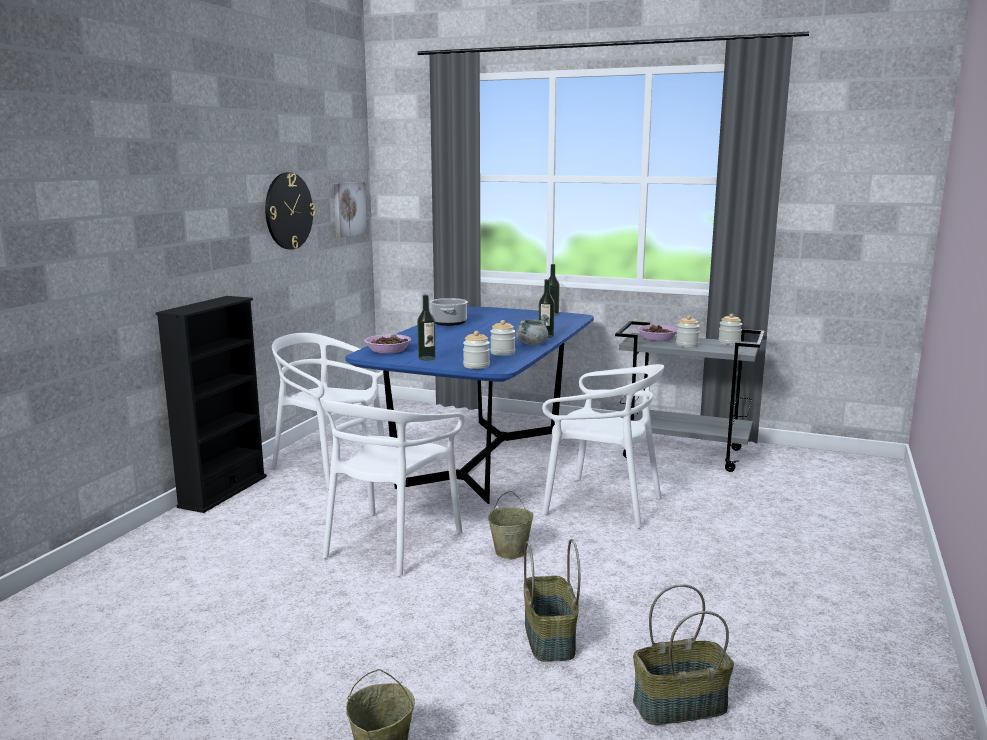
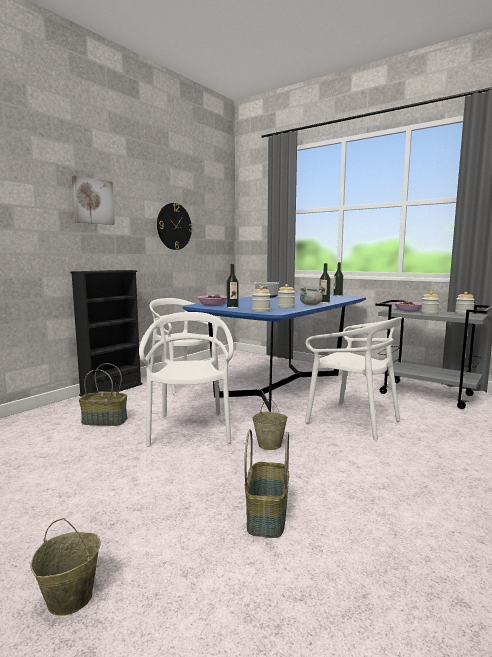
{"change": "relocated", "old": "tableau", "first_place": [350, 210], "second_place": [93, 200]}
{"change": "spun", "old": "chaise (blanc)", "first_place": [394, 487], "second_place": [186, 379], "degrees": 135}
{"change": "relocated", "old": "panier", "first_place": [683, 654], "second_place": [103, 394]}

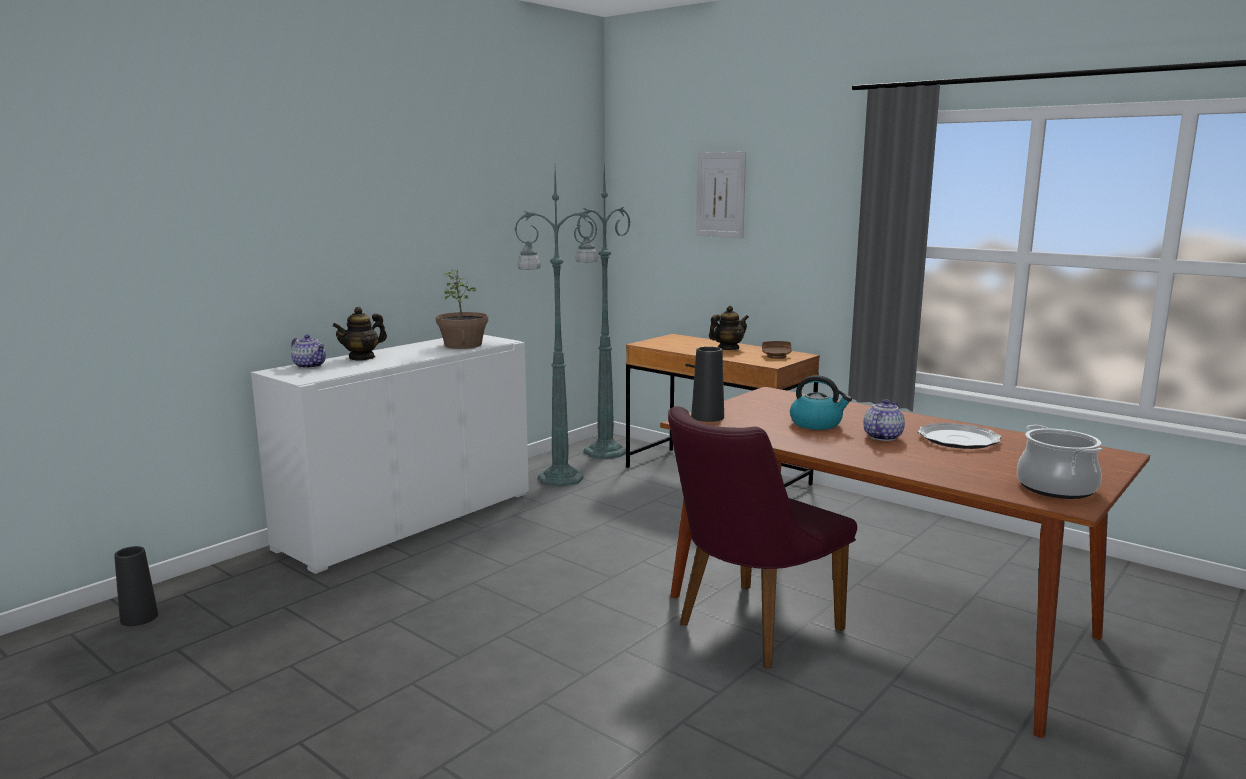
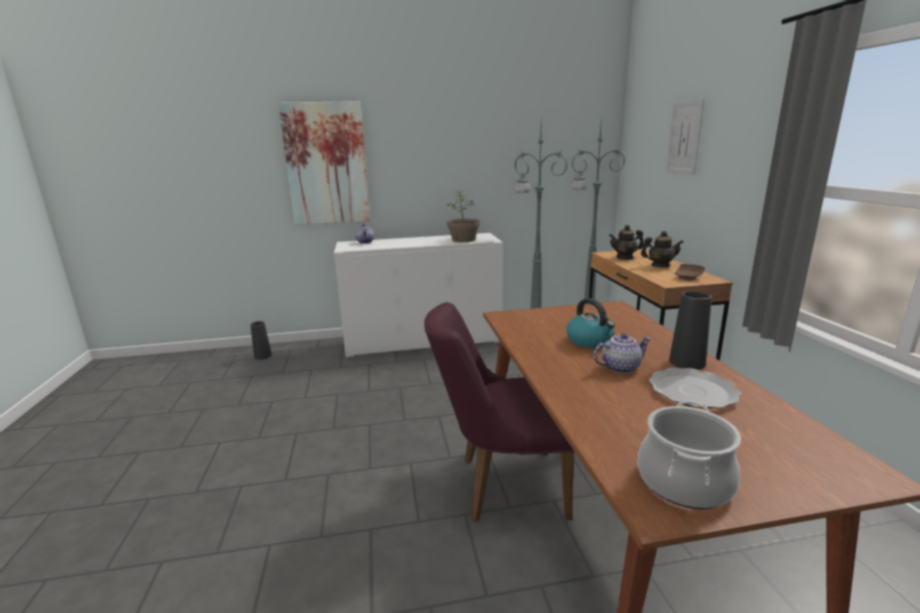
{"change": "relocated", "old": "théière", "first_place": [359, 334], "second_place": [626, 242]}
{"change": "relocated", "old": "vase (noir)", "first_place": [707, 384], "second_place": [690, 330]}
{"change": "appeared", "new": "tableau", "second_place": [324, 163]}

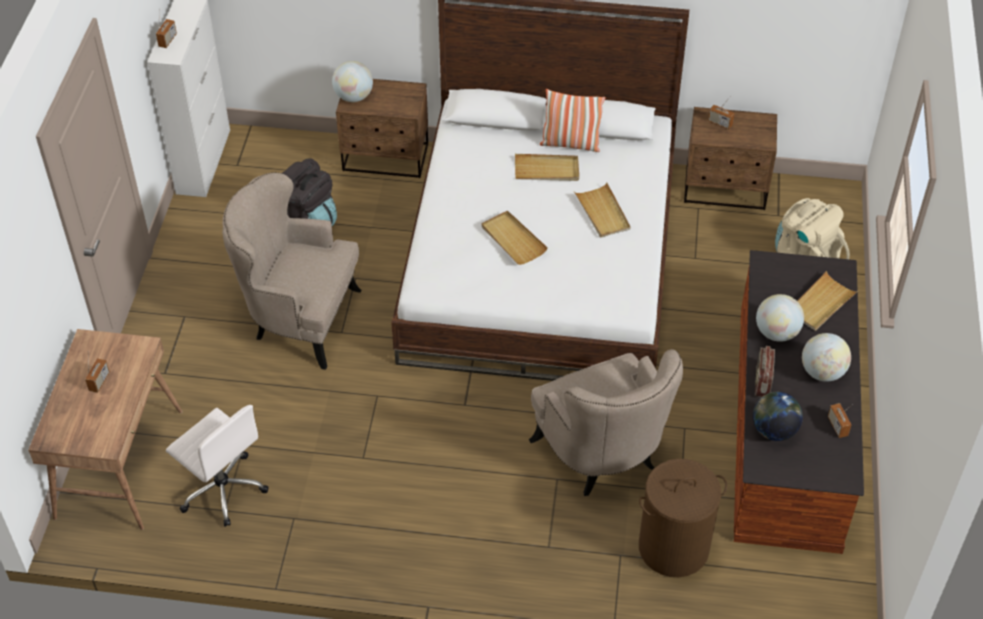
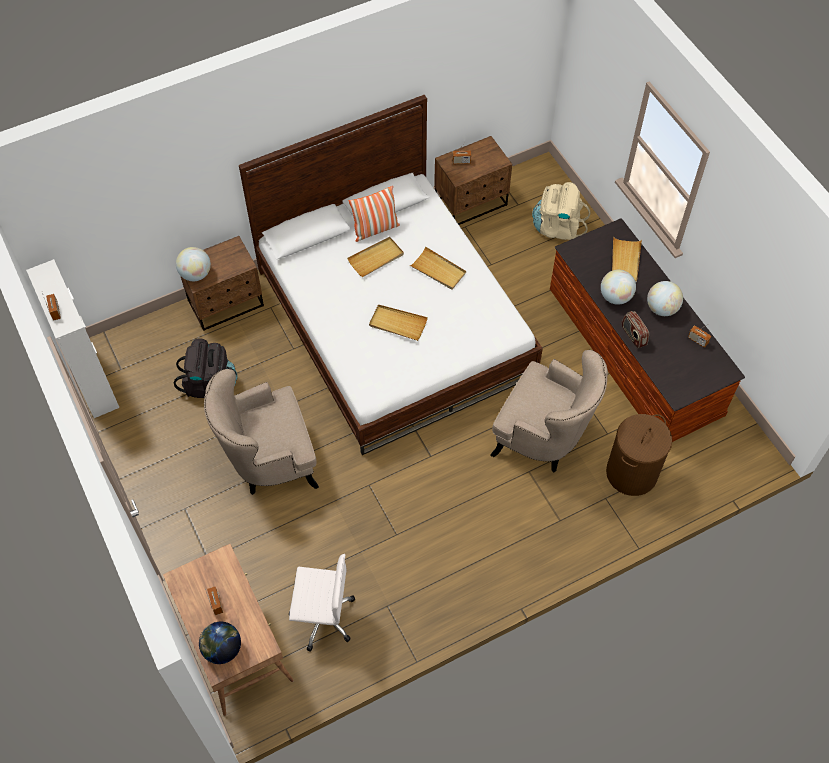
{"change": "relocated", "old": "globe", "first_place": [778, 416], "second_place": [220, 643]}

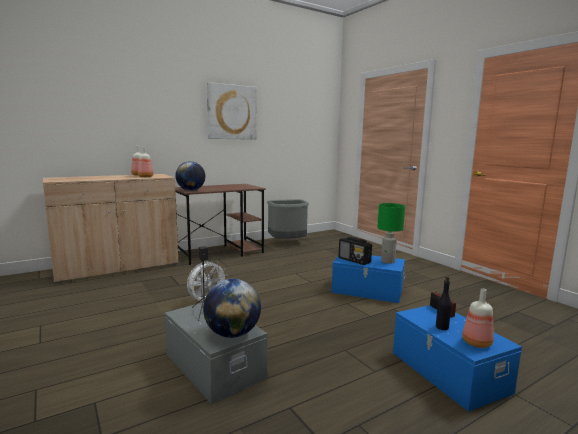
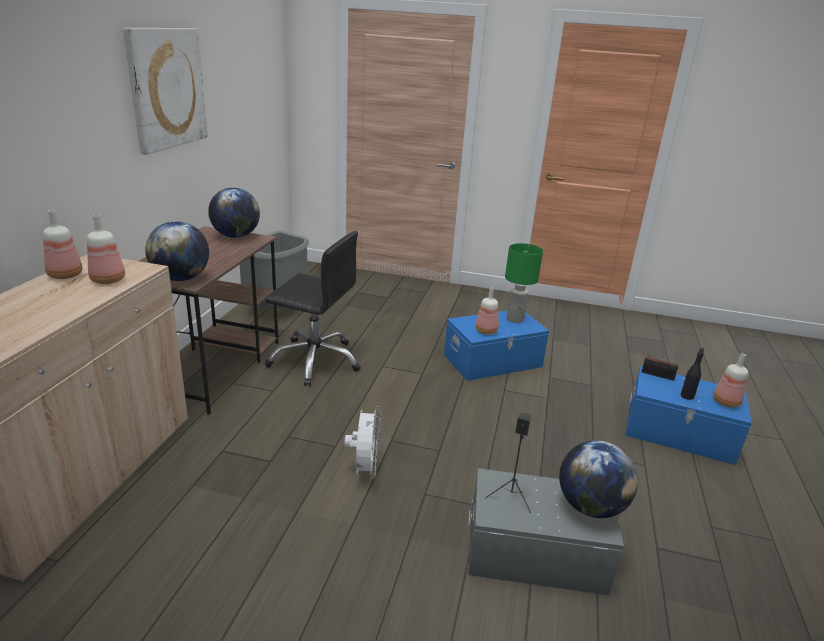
{"change": "exchanged", "old": "radio", "new": "bouteille", "first_place": [355, 251], "second_place": [487, 310]}
{"change": "appeared", "new": "globe", "second_place": [234, 212]}
{"change": "appeared", "new": "chaise de bureau (noir)", "second_place": [313, 308]}

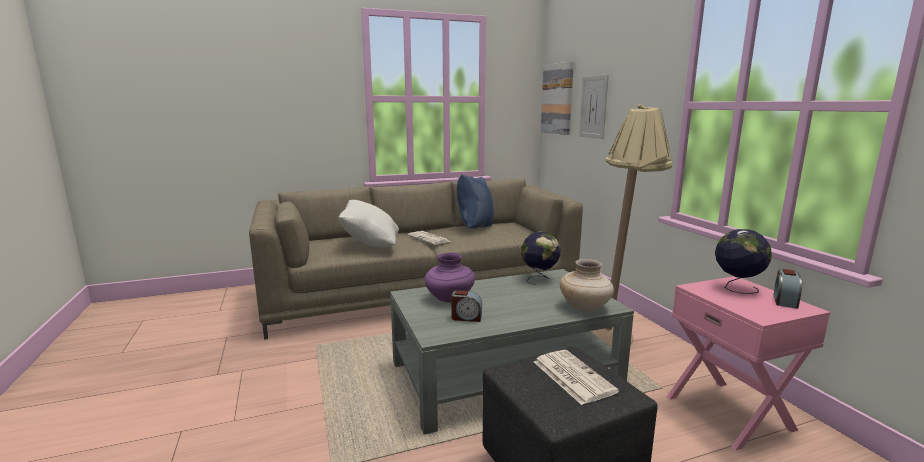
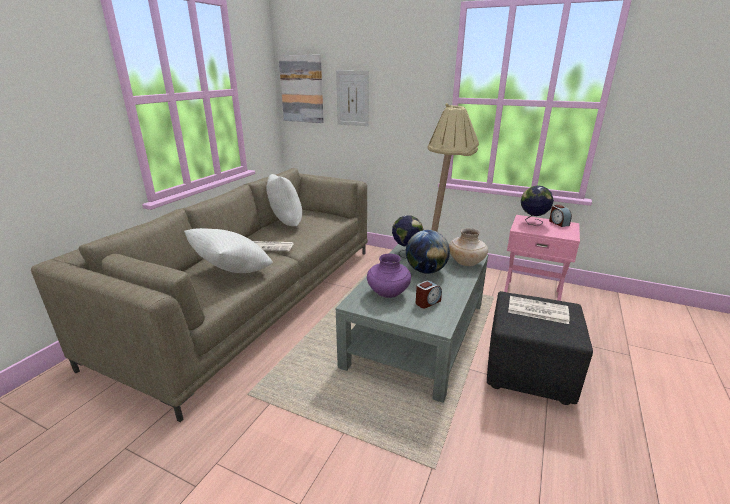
{"change": "colour", "old": "coussin (bleu)", "new": "coussin (blanc)", "first_place": [475, 201], "second_place": [284, 200]}
{"change": "appeared", "new": "globe", "second_place": [428, 252]}

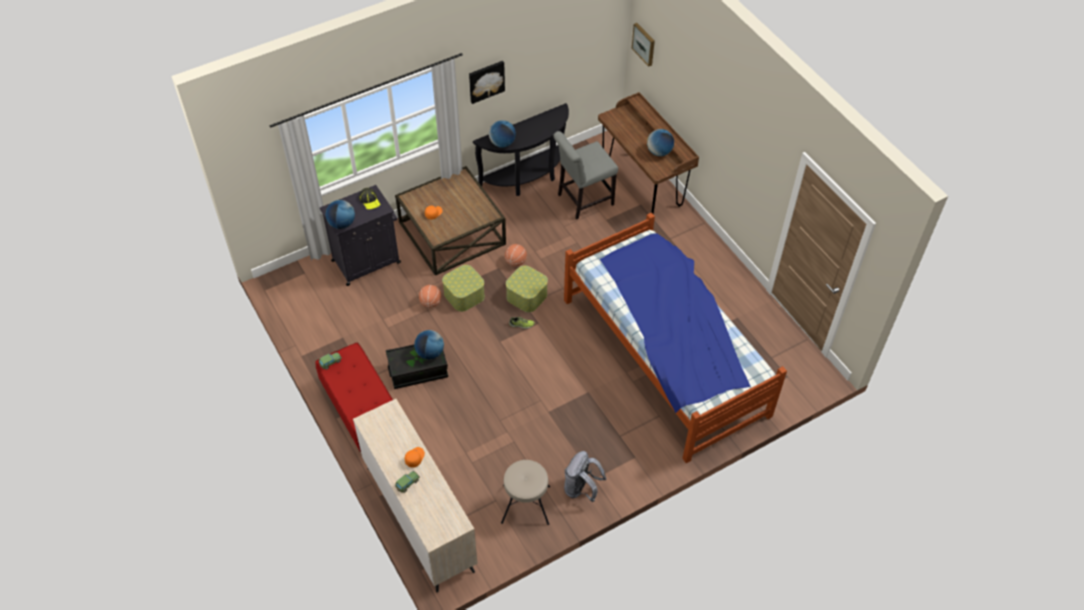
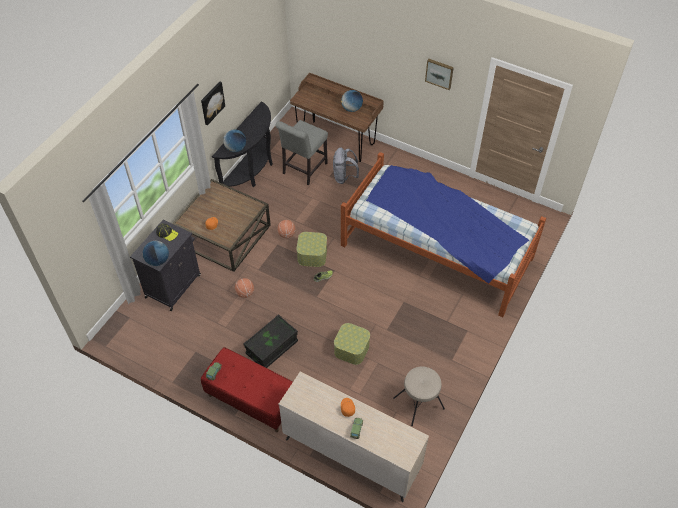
{"change": "relocated", "old": "tableau", "first_place": [643, 44], "second_place": [439, 74]}
{"change": "relocated", "old": "boîte de rangement", "first_place": [463, 288], "second_place": [352, 344]}
{"change": "missing", "old": "globe", "first_place": [429, 345]}
{"change": "relocated", "old": "sac à dos (gris)", "first_place": [585, 476], "second_place": [346, 165]}

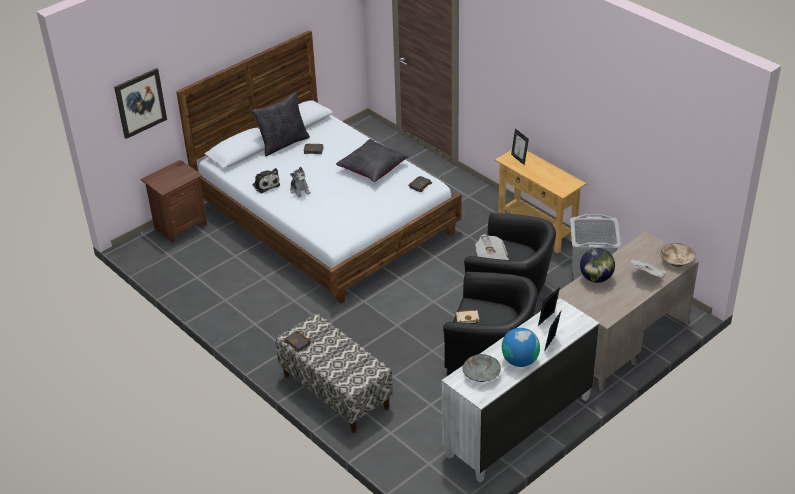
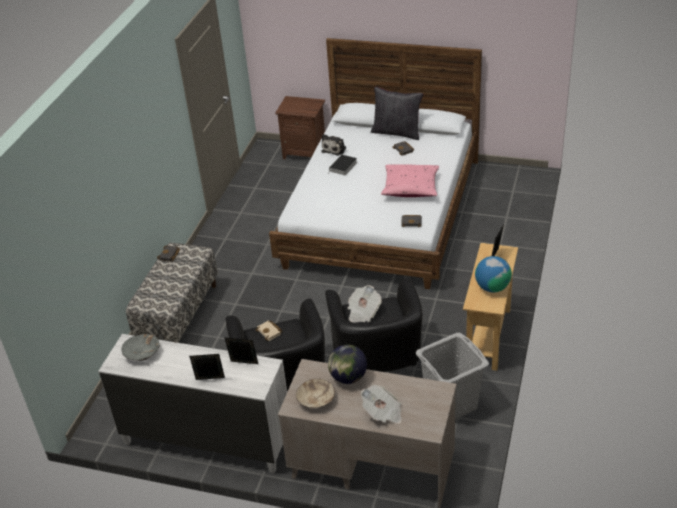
{"change": "missing", "old": "tableau", "first_place": [140, 103]}
{"change": "colour", "old": "coussin (noir)", "new": "coussin (rose)", "first_place": [372, 160], "second_place": [410, 180]}
{"change": "exchanged", "old": "peluche", "new": "livre", "first_place": [300, 182], "second_place": [343, 165]}
{"change": "relocated", "old": "bol (beige)", "first_place": [678, 255], "second_place": [315, 393]}
{"change": "relocated", "old": "globe", "first_place": [521, 347], "second_place": [493, 274]}

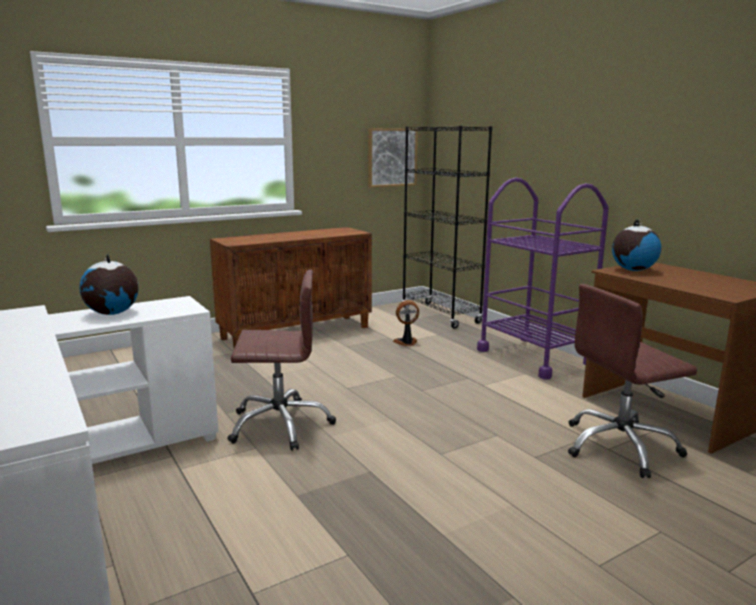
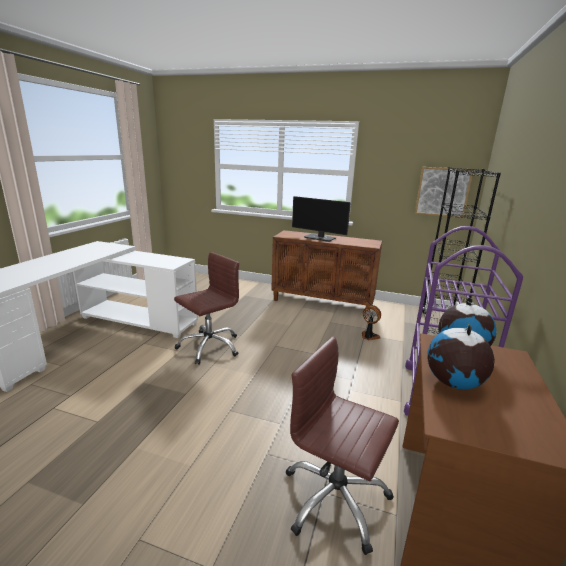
{"change": "relocated", "old": "globe", "first_place": [109, 284], "second_place": [461, 357]}
{"change": "spun", "old": "chaise de bureau (marron)", "first_place": [281, 360], "second_place": [206, 308], "degrees": -90}
{"change": "appeared", "new": "écran d'ordinateur", "second_place": [321, 219]}

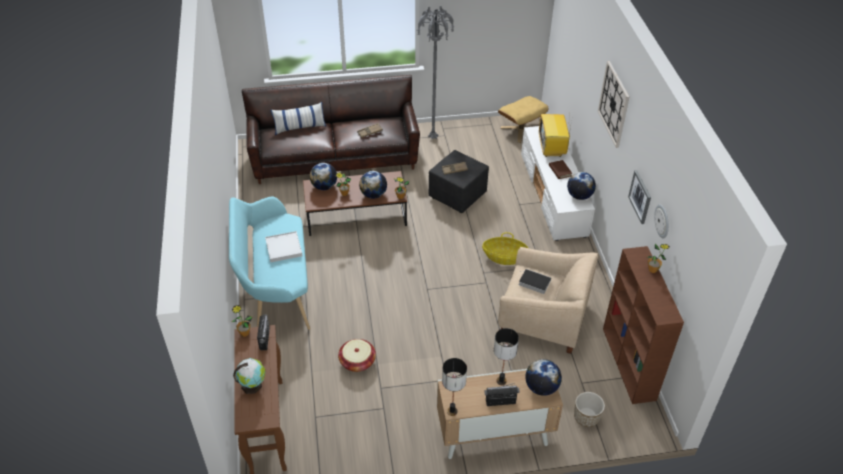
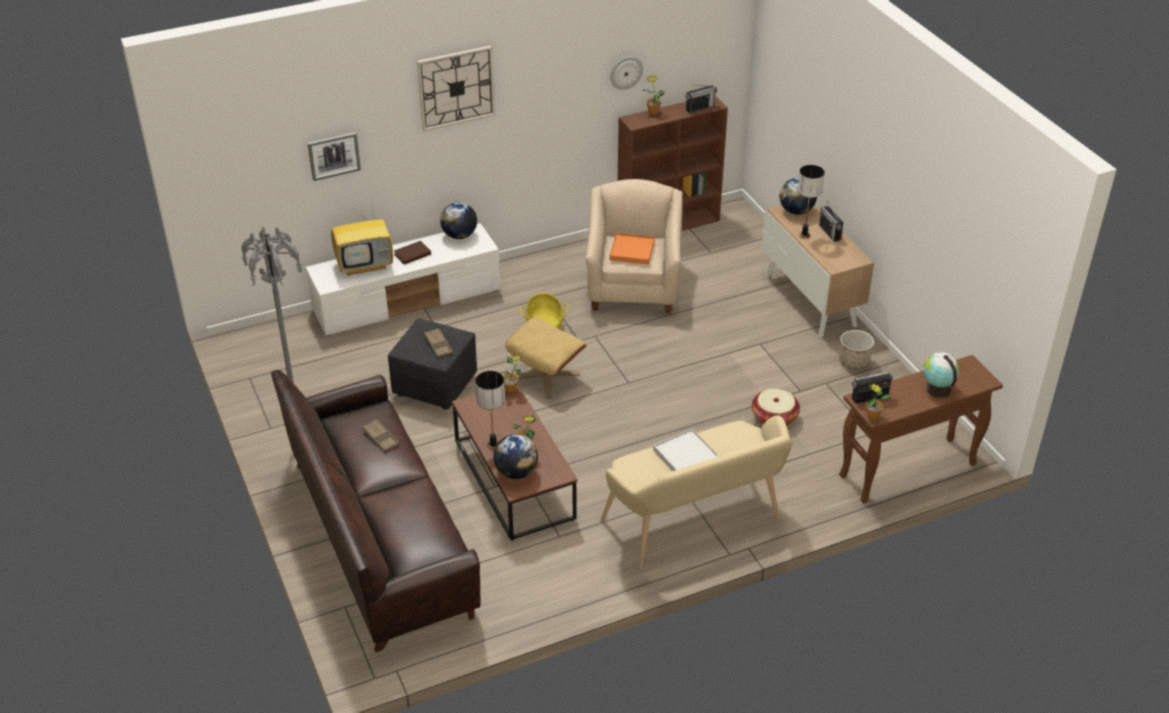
{"change": "relocated", "old": "pouf (beige)", "first_place": [523, 119], "second_place": [546, 357]}
{"change": "missing", "old": "coussin", "first_place": [298, 118]}
{"change": "relocated", "old": "tableau", "first_place": [639, 197], "second_place": [334, 156]}
{"change": "missing", "old": "globe", "first_place": [373, 185]}
{"change": "colour", "old": "banc (turquoise)", "new": "banc (beige)", "first_place": [269, 263], "second_place": [696, 492]}
{"change": "exchanged", "old": "livre", "new": "plateau (orange)", "first_place": [535, 281], "second_place": [632, 249]}
{"change": "relocated", "old": "lampe de table", "first_place": [454, 387], "second_place": [490, 410]}
{"change": "relocated", "old": "cache-pot", "first_place": [589, 409], "second_place": [856, 349]}
{"change": "appeared", "new": "radio", "second_place": [701, 99]}

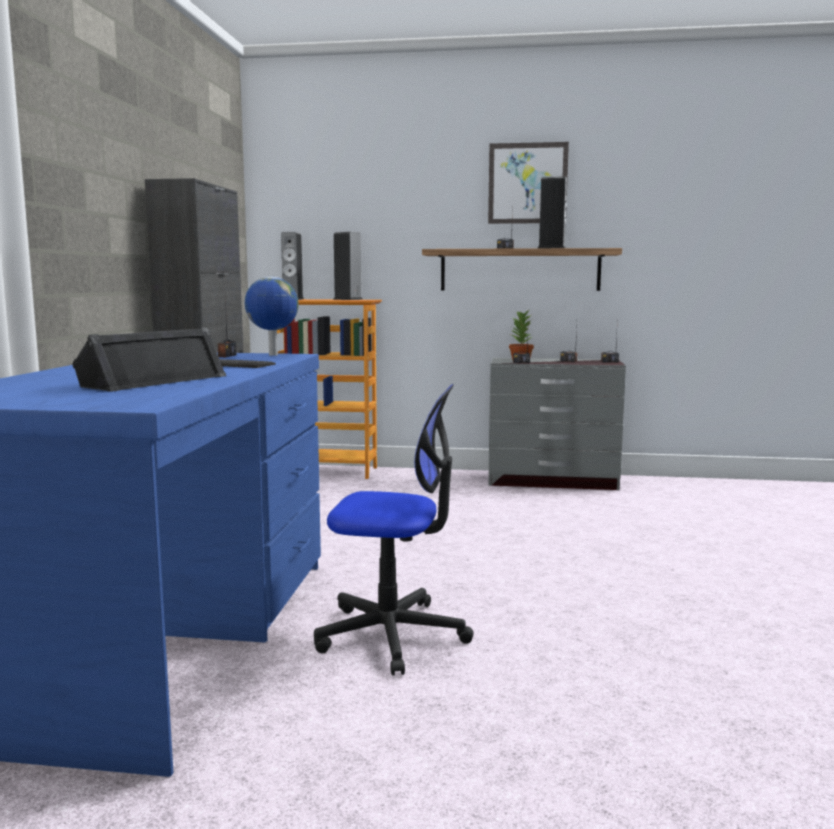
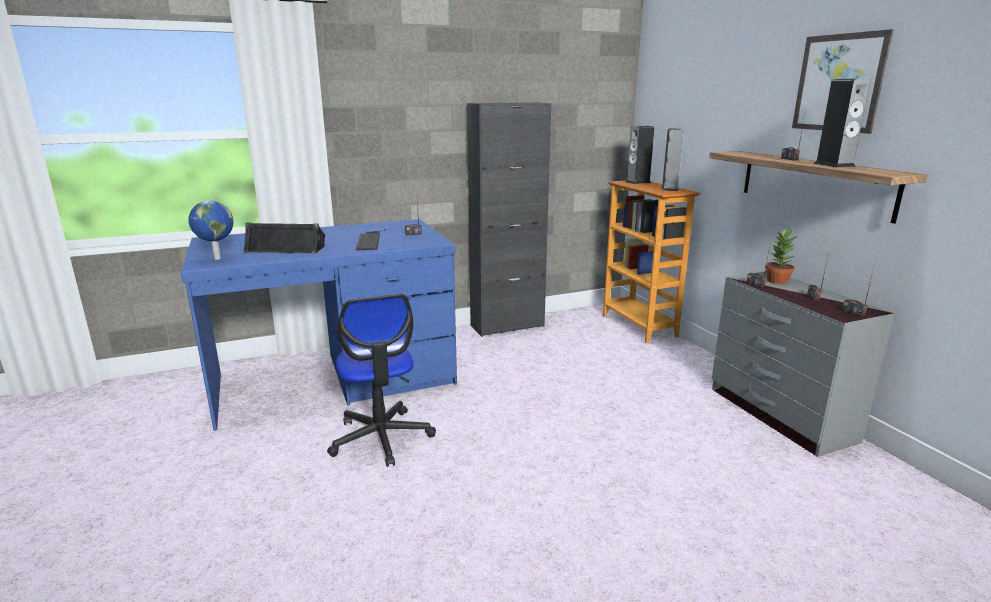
{"change": "relocated", "old": "globe", "first_place": [271, 316], "second_place": [211, 230]}

